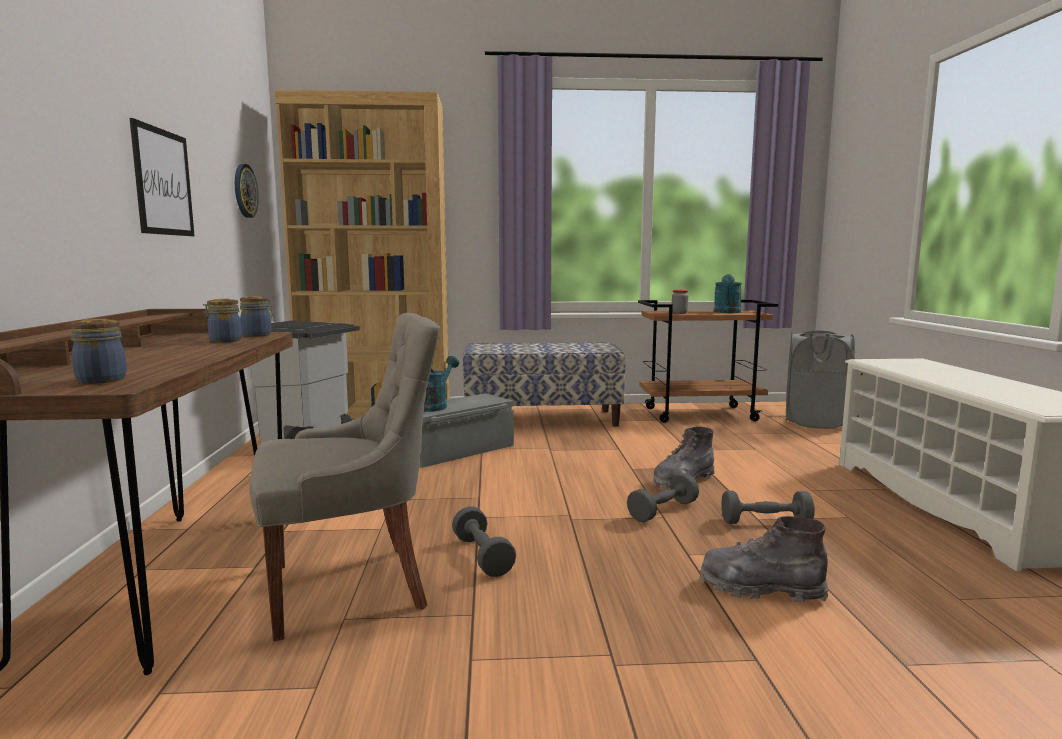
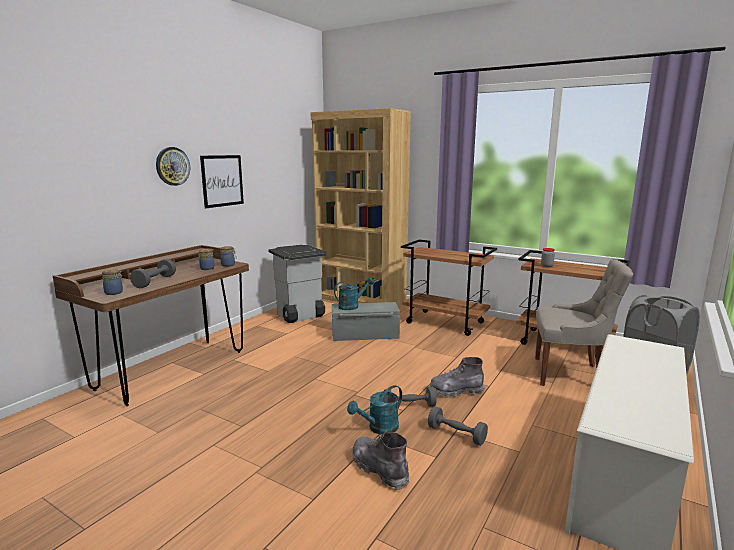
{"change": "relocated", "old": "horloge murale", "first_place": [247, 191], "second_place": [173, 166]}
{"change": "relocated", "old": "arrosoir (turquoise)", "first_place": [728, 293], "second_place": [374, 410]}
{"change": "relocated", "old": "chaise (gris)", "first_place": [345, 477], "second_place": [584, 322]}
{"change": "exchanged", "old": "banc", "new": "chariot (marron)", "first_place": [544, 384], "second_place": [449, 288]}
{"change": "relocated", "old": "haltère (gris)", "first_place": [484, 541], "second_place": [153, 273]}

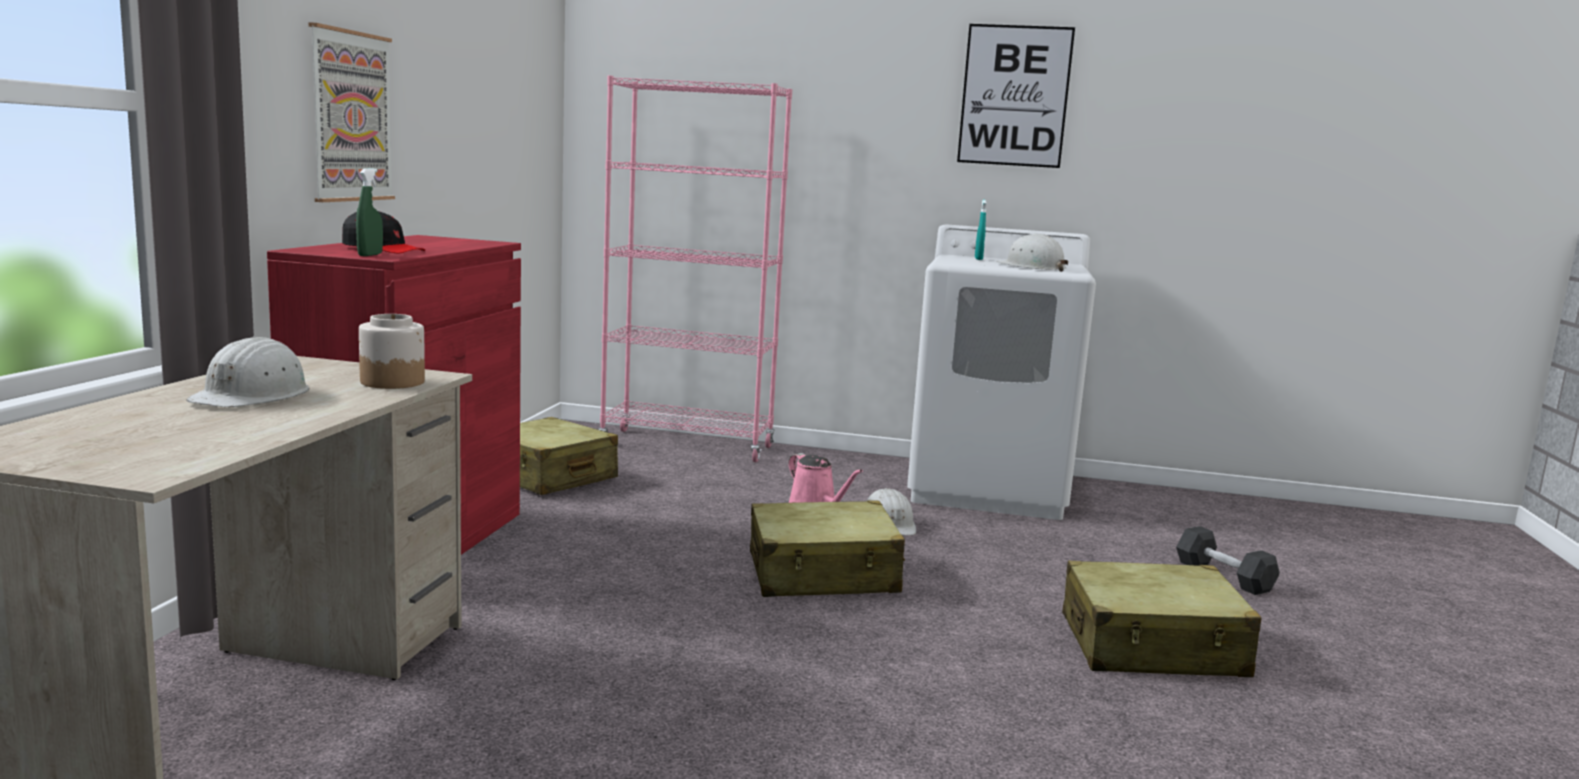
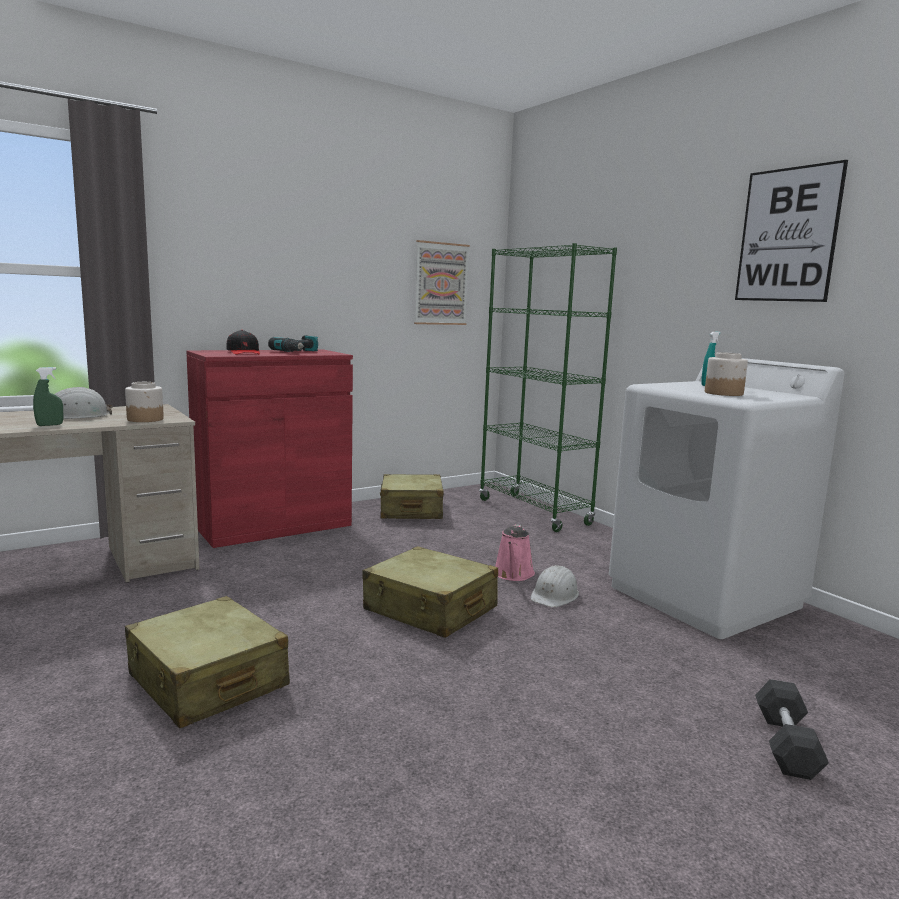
{"change": "relocated", "old": "tableau", "first_place": [352, 112], "second_place": [442, 282]}
{"change": "colour", "old": "bibliothèque (rose)", "new": "bibliothèque (vert)", "first_place": [695, 268], "second_place": [548, 387]}
{"change": "relocated", "old": "vaporisateur (vert)", "first_place": [369, 212], "second_place": [48, 396]}
{"change": "exchanged", "old": "casque de chantier (blanc)", "new": "bocal", "first_place": [1032, 253], "second_place": [726, 374]}
{"change": "relocated", "old": "valise (beige)", "first_place": [1162, 619], "second_place": [207, 662]}
{"change": "appeared", "new": "perceuse", "second_place": [293, 343]}

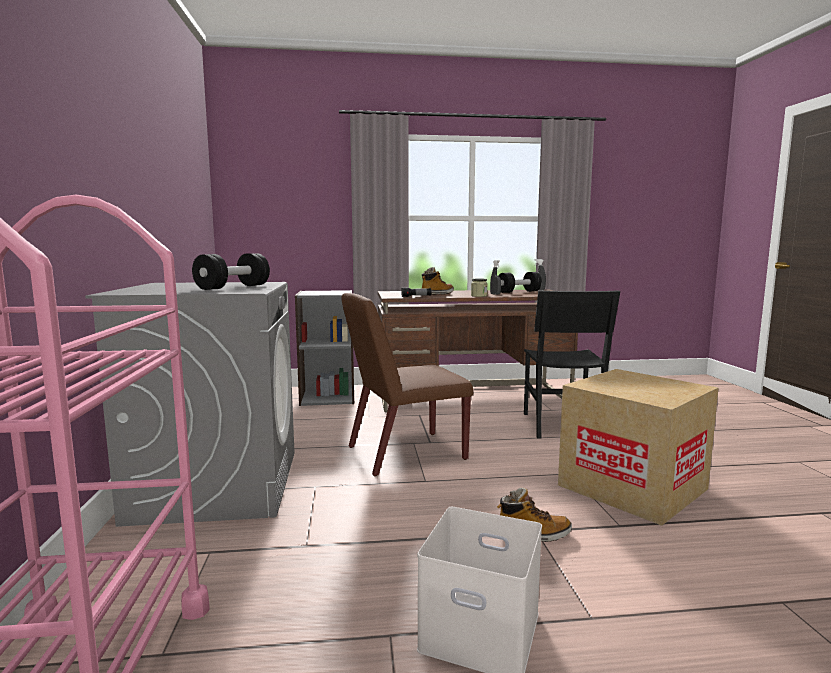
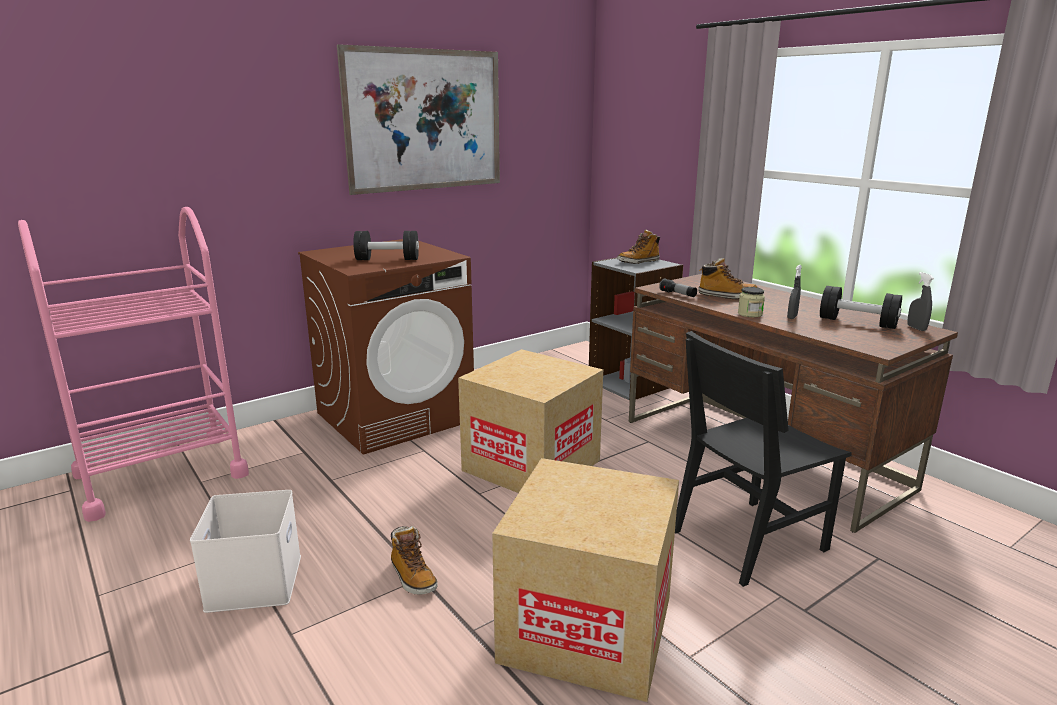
{"change": "colour", "old": "lave-linge (gris)", "new": "lave-linge (marron)", "first_place": [190, 404], "second_place": [386, 347]}
{"change": "exchanged", "old": "chaise (marron)", "new": "carton", "first_place": [407, 385], "second_place": [530, 421]}
{"change": "appeared", "new": "tableau", "second_place": [418, 119]}
{"change": "appeared", "new": "botte", "second_place": [638, 247]}

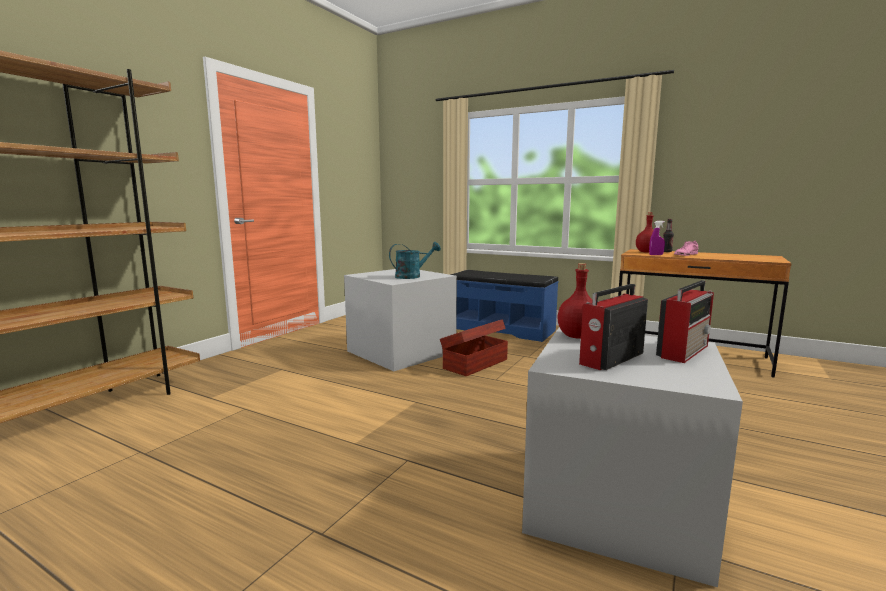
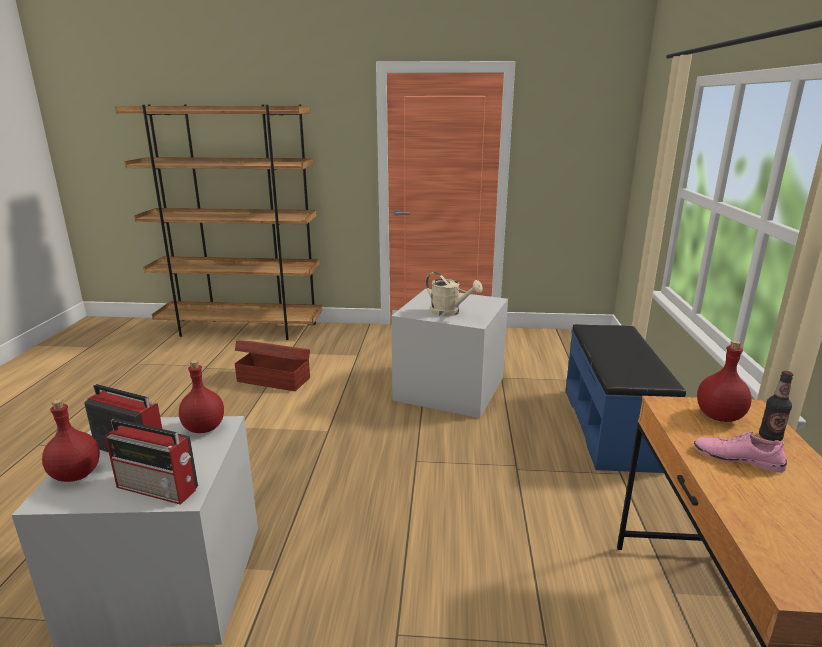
{"change": "missing", "old": "vaporisateur (violet)", "first_place": [657, 238]}
{"change": "colour", "old": "arrosoir (turquoise)", "new": "arrosoir (beige)", "first_place": [415, 260], "second_place": [454, 294]}
{"change": "relocated", "old": "boîte de rangement (marron)", "first_place": [474, 347], "second_place": [272, 365]}
{"change": "appeared", "new": "bouteille (rouge)", "second_place": [71, 440]}

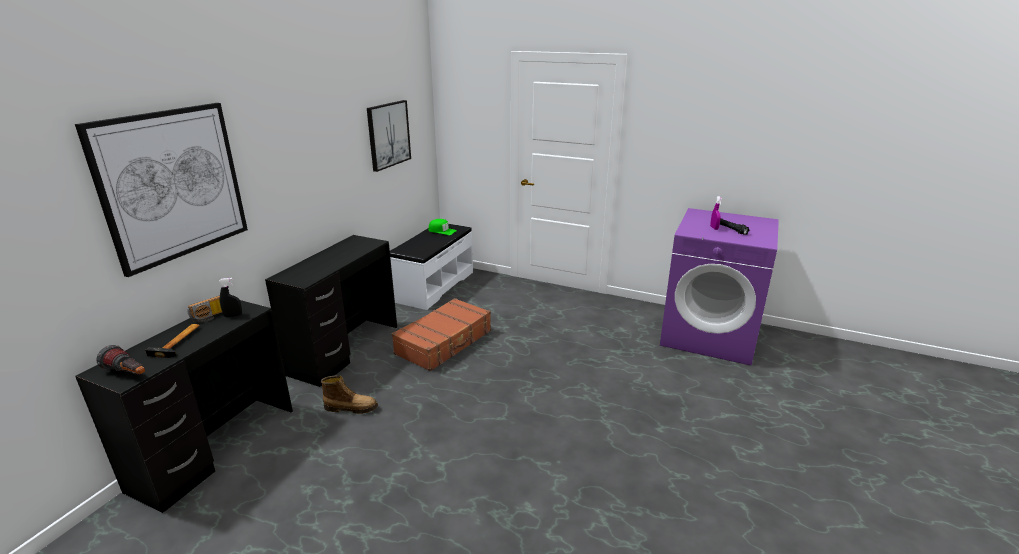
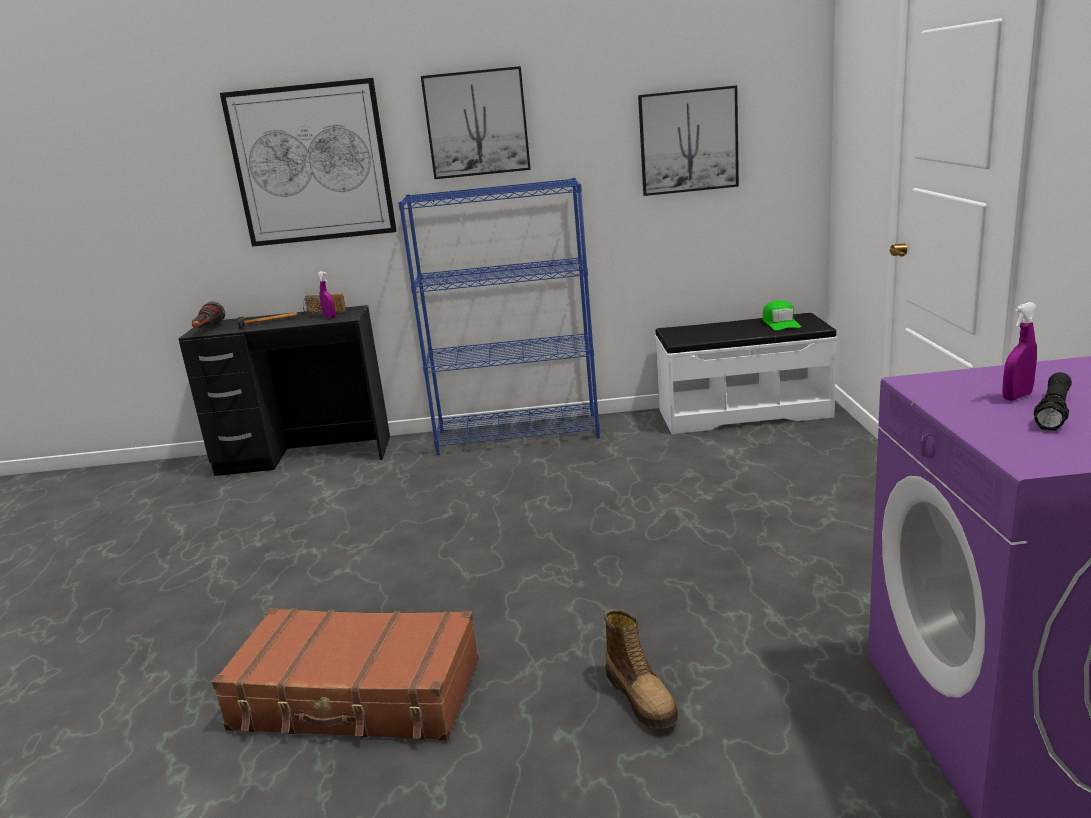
{"change": "exchanged", "old": "bureau (noir)", "new": "bibliothèque (bleu)", "first_place": [331, 311], "second_place": [499, 316]}
{"change": "colour", "old": "vaporisateur (noir)", "new": "vaporisateur (violet)", "first_place": [230, 297], "second_place": [327, 294]}
{"change": "relocated", "old": "valise (marron)", "first_place": [441, 334], "second_place": [345, 674]}
{"change": "relocated", "old": "botte", "first_place": [349, 394], "second_place": [641, 669]}
{"change": "appeared", "new": "tableau", "second_place": [476, 122]}

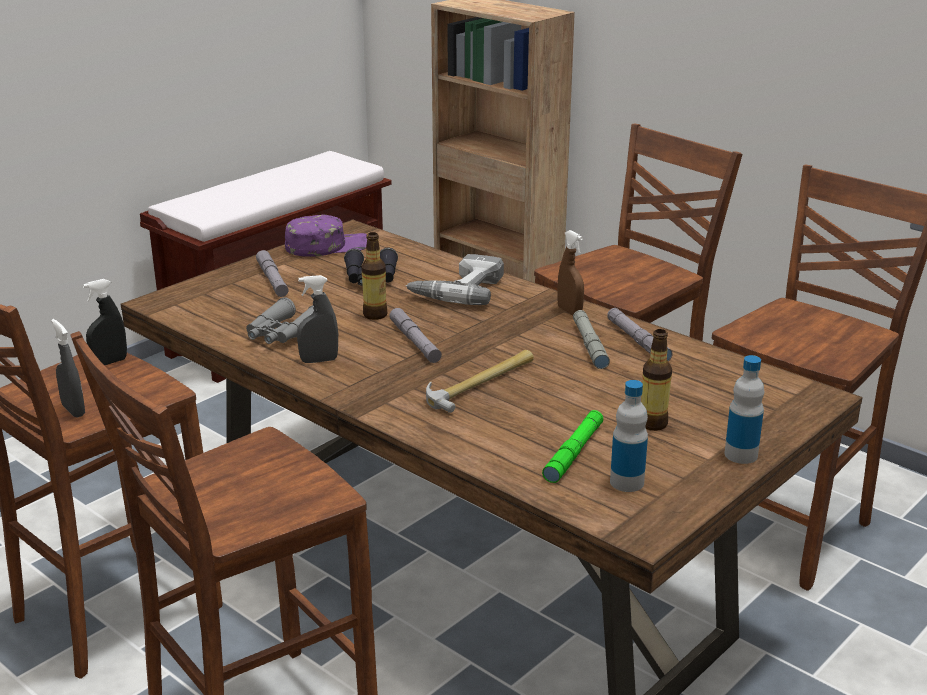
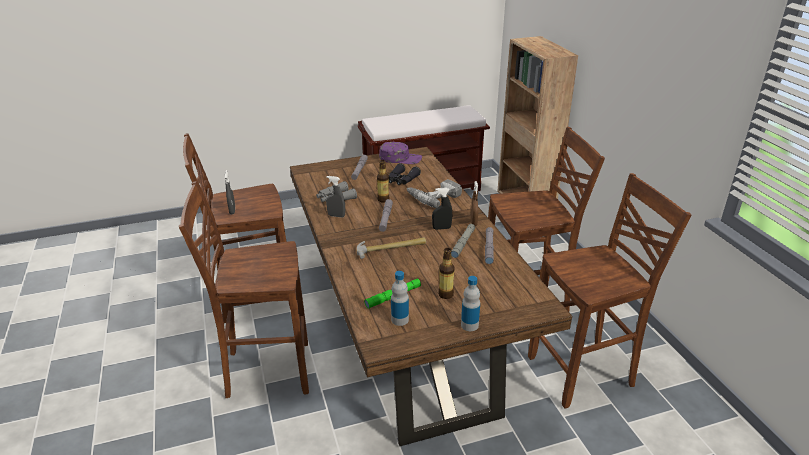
{"change": "relocated", "old": "vaporisateur (noir)", "first_place": [105, 322], "second_place": [442, 209]}

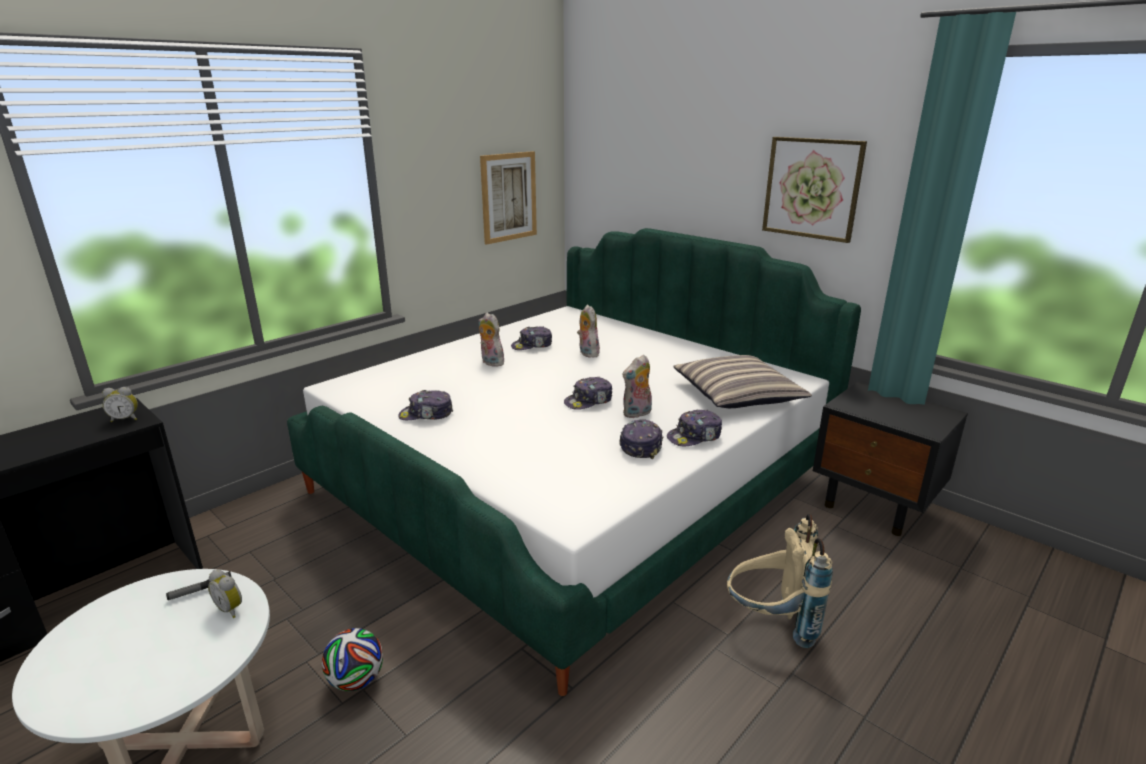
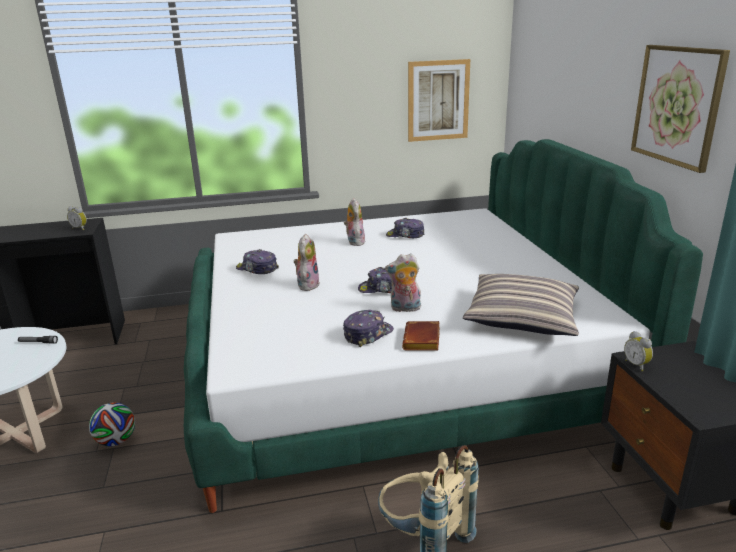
{"change": "relocated", "old": "peluche", "first_place": [588, 331], "second_place": [307, 262]}
{"change": "exchanged", "old": "casquette", "new": "livre (marron)", "first_place": [694, 428], "second_place": [421, 335]}
{"change": "relocated", "old": "réveil", "first_place": [225, 594], "second_place": [638, 351]}

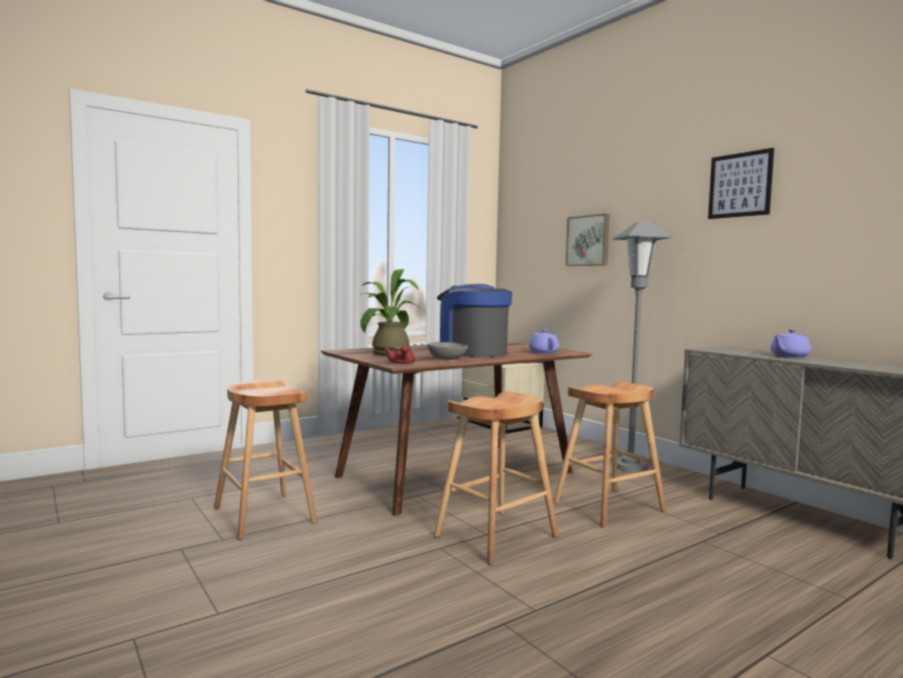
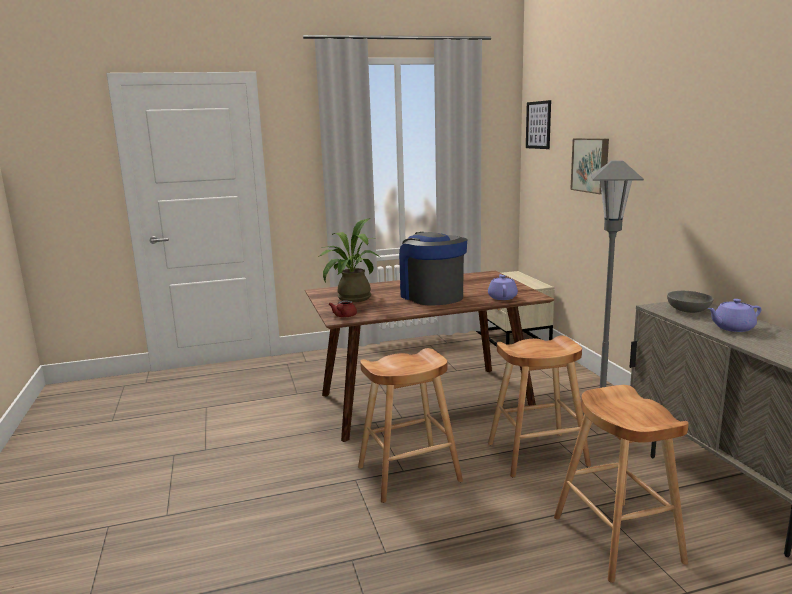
{"change": "relocated", "old": "tableau", "first_place": [741, 183], "second_place": [538, 124]}
{"change": "relocated", "old": "bol (gris)", "first_place": [447, 351], "second_place": [690, 302]}
{"change": "relocated", "old": "tabouret (marron)", "first_place": [265, 460], "second_place": [621, 484]}

